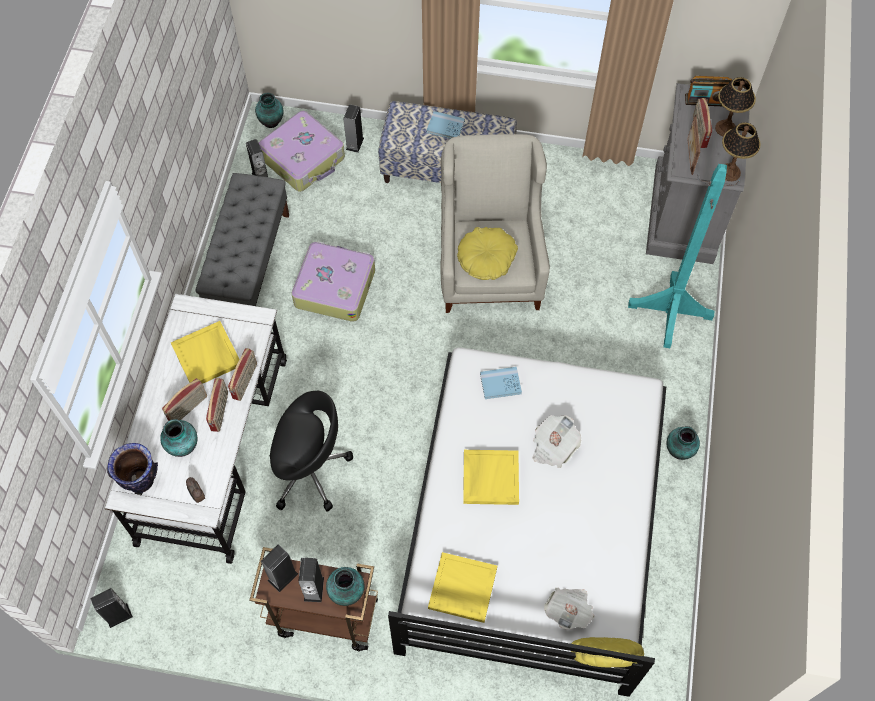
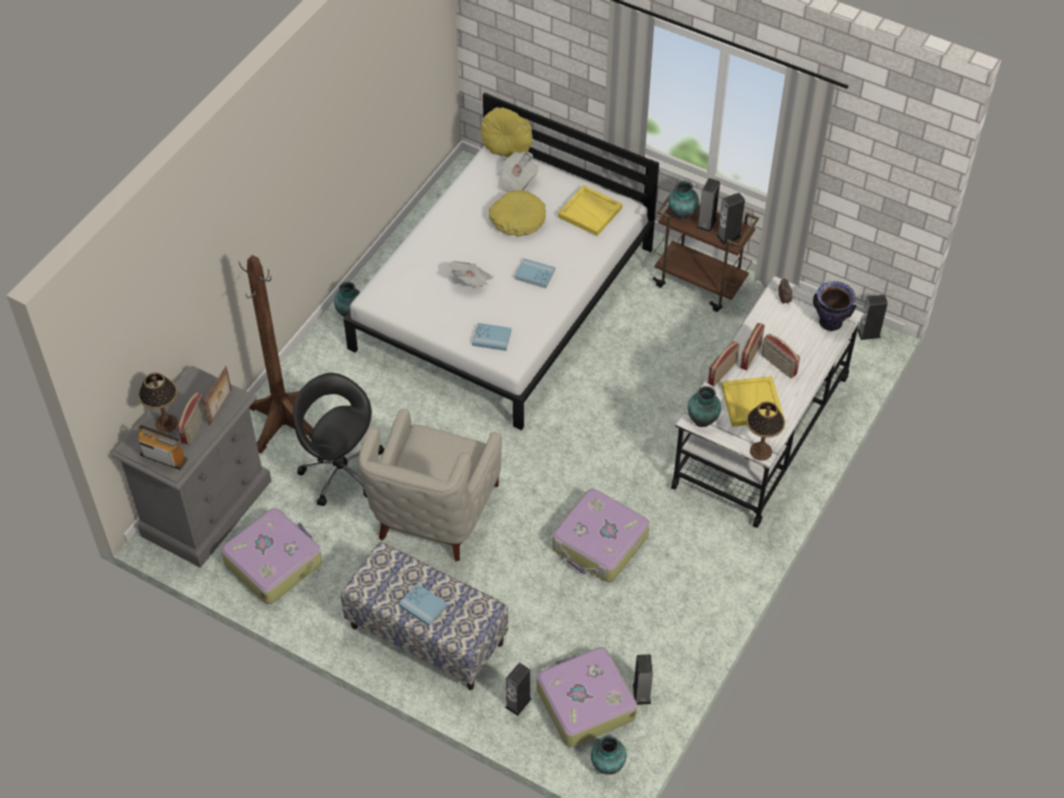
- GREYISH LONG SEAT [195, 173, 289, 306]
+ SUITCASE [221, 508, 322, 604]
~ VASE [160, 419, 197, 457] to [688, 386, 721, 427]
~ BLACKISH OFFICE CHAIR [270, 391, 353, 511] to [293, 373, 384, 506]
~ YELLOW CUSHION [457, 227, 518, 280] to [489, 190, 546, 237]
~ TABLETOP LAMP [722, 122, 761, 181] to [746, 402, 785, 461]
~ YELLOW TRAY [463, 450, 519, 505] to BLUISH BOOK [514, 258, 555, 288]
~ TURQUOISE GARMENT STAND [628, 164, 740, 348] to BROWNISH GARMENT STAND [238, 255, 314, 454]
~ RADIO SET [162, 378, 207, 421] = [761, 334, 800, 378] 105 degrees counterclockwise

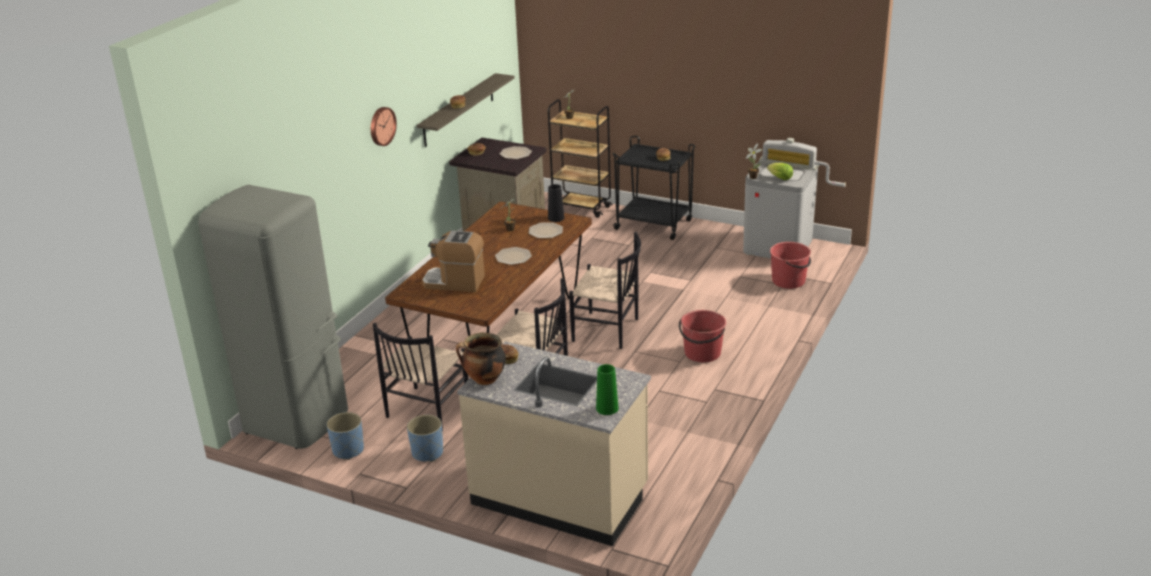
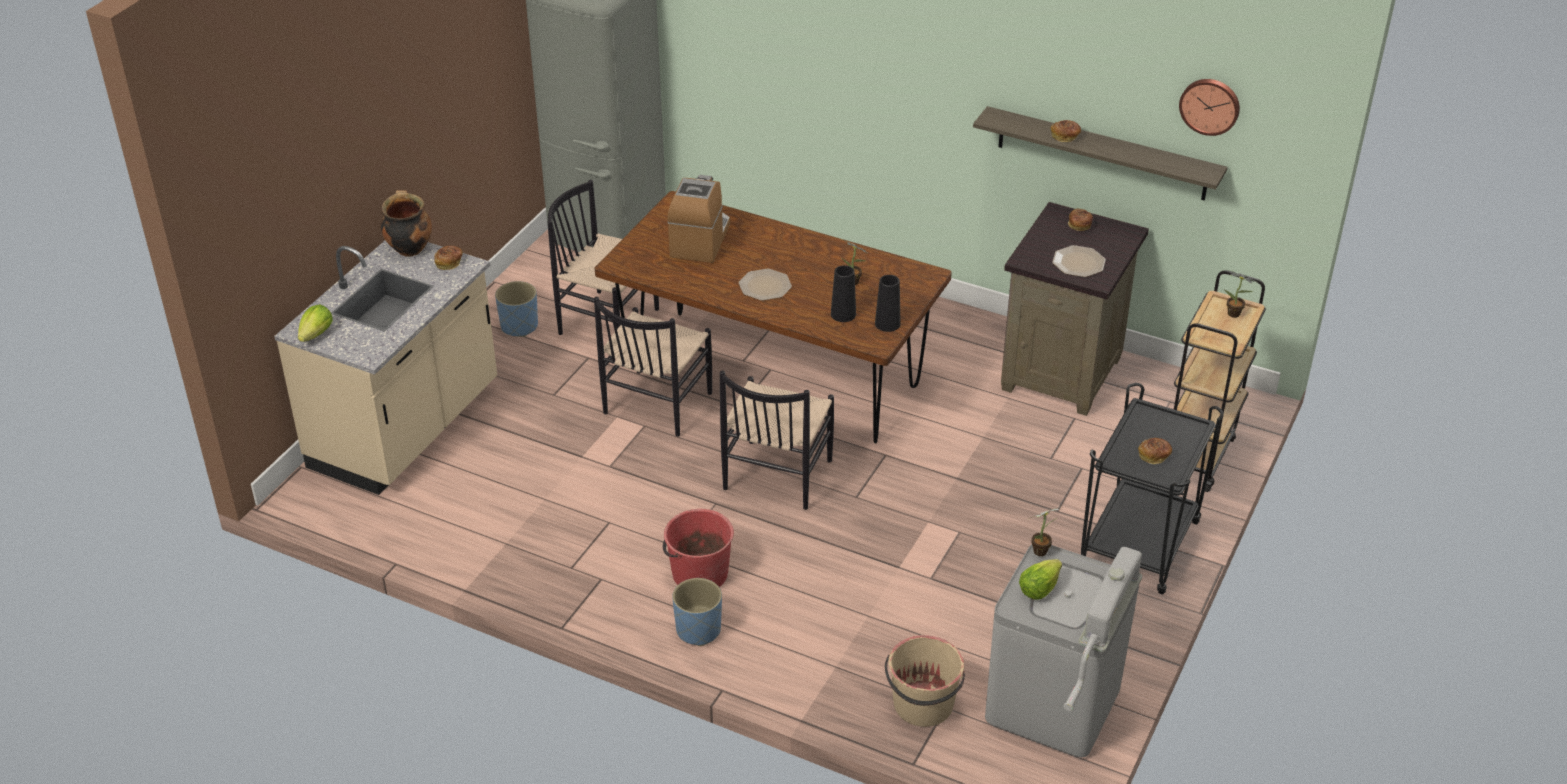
~ BLUISH PLANTER [327, 412, 364, 460] to [672, 578, 722, 646]
~ WALL CLOCK [371, 107, 397, 146] to [1179, 79, 1240, 136]
~ FLAT DISH [529, 222, 563, 238] to BLACKISH VASE [831, 265, 856, 322]
~ GREEN VASE [596, 364, 618, 415] to HEAD OF LETTUCE [298, 304, 333, 342]
~ RED WATER BUCKET [770, 242, 811, 289] to SAND-COLOURED WATER BUCKET [885, 635, 965, 727]

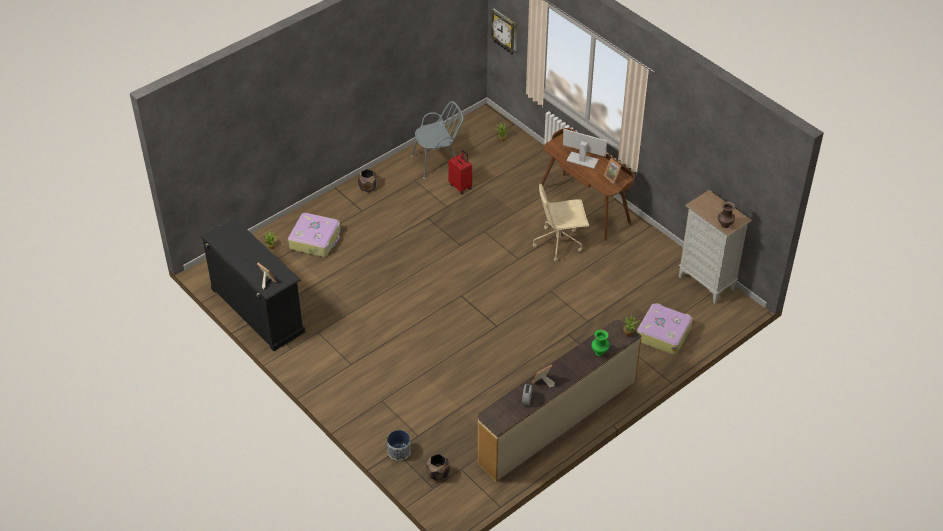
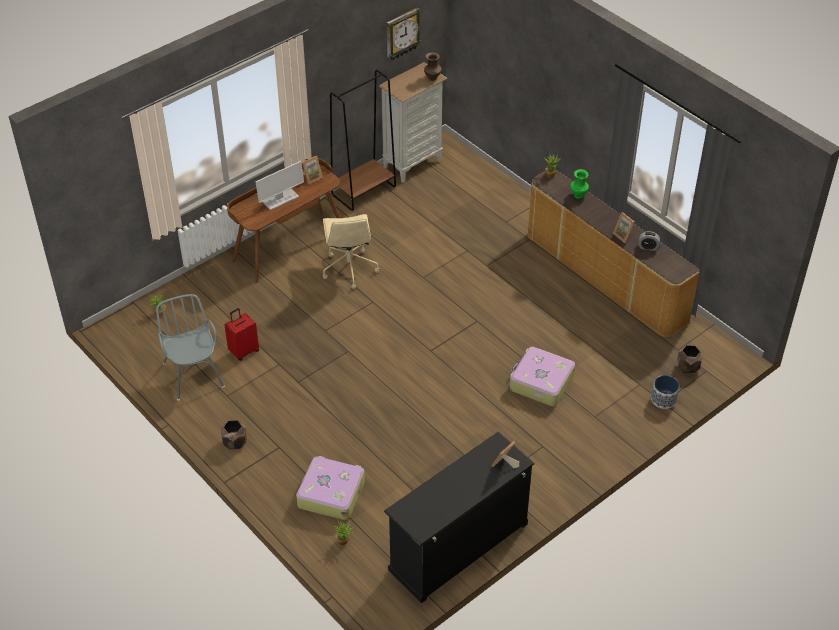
+ GARMENT STAND [330, 70, 396, 211]
~ WALL CLOCK [491, 8, 517, 54] to [387, 7, 421, 60]
~ SUITCASE [637, 303, 693, 355] to [510, 347, 575, 406]
~ COMPUTER SCREEN [563, 129, 607, 169] = [255, 161, 304, 210] 150 degrees counterclockwise

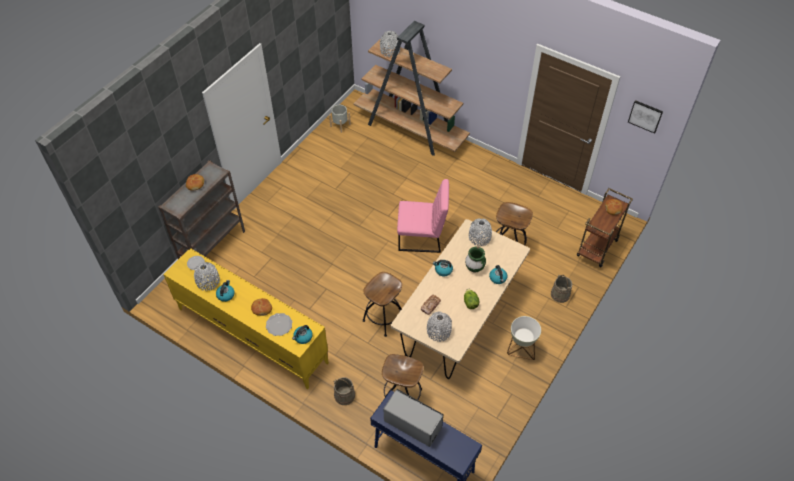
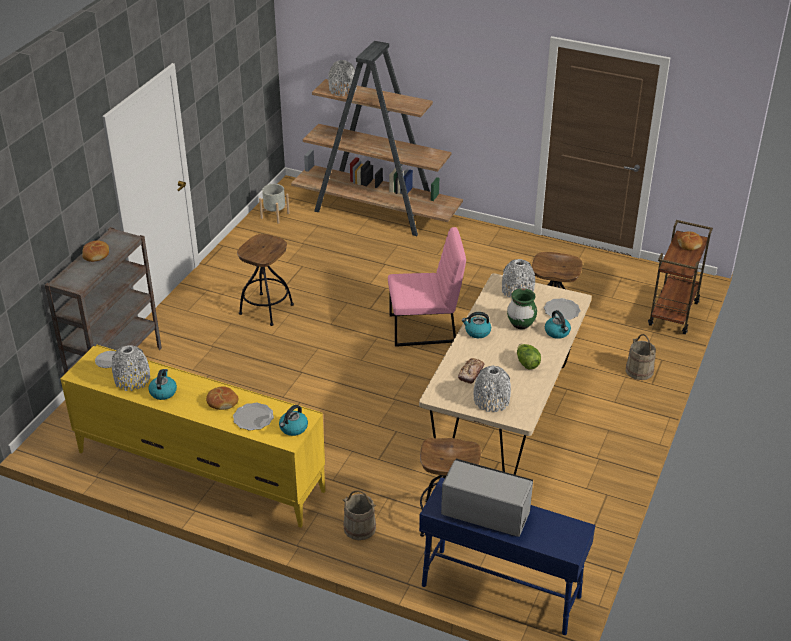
- PLANTER [507, 316, 541, 360]
- WALL ART [628, 100, 663, 134]
+ FLAT DISH [544, 298, 581, 320]
~ BROWNISH SITTING STOOL [363, 272, 402, 337] to [237, 234, 294, 326]

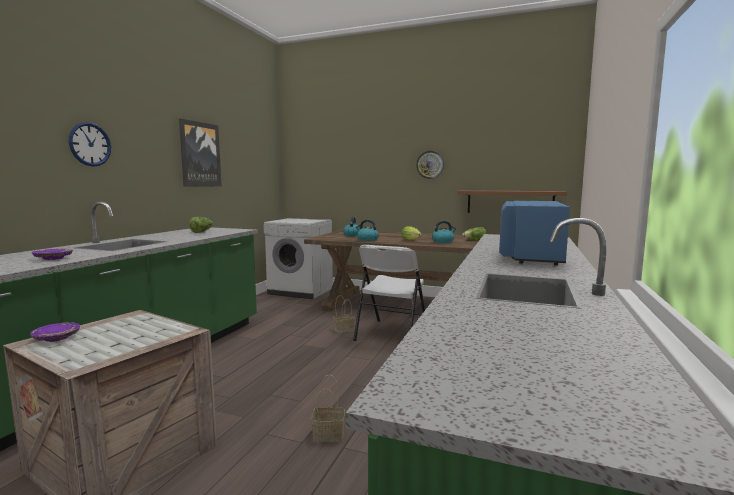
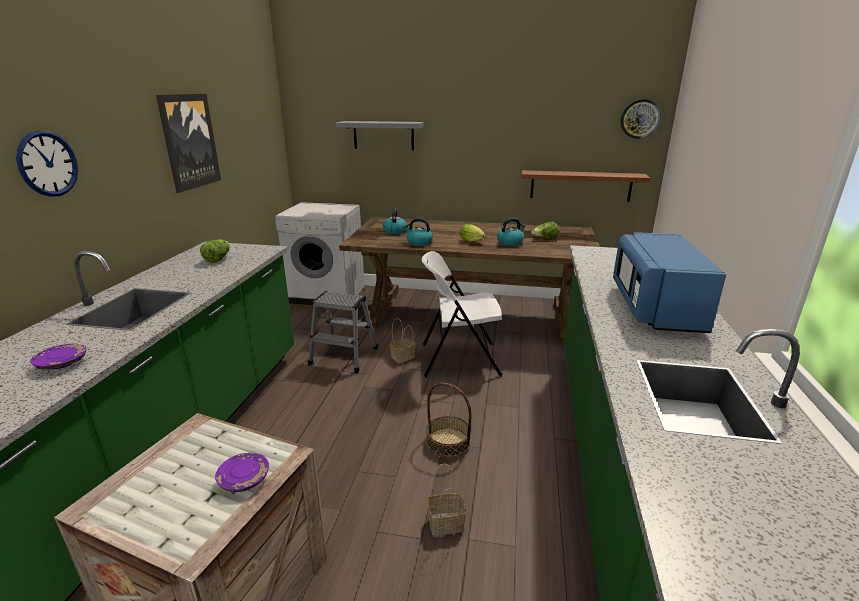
+ GREYISH STEP LADDER [308, 291, 378, 374]
+ GREYISH SHELF [335, 121, 424, 150]
+ STORAGE BASKET [426, 383, 471, 457]
~ PURPLE FLAT DISH [30, 322, 80, 342] to [215, 453, 269, 492]
~ WALL CLOCK [416, 151, 444, 179] to [620, 99, 661, 139]
~ WHITE UPRIGHT CHAIR [353, 245, 425, 341] = [422, 251, 502, 378] 75 degrees clockwise

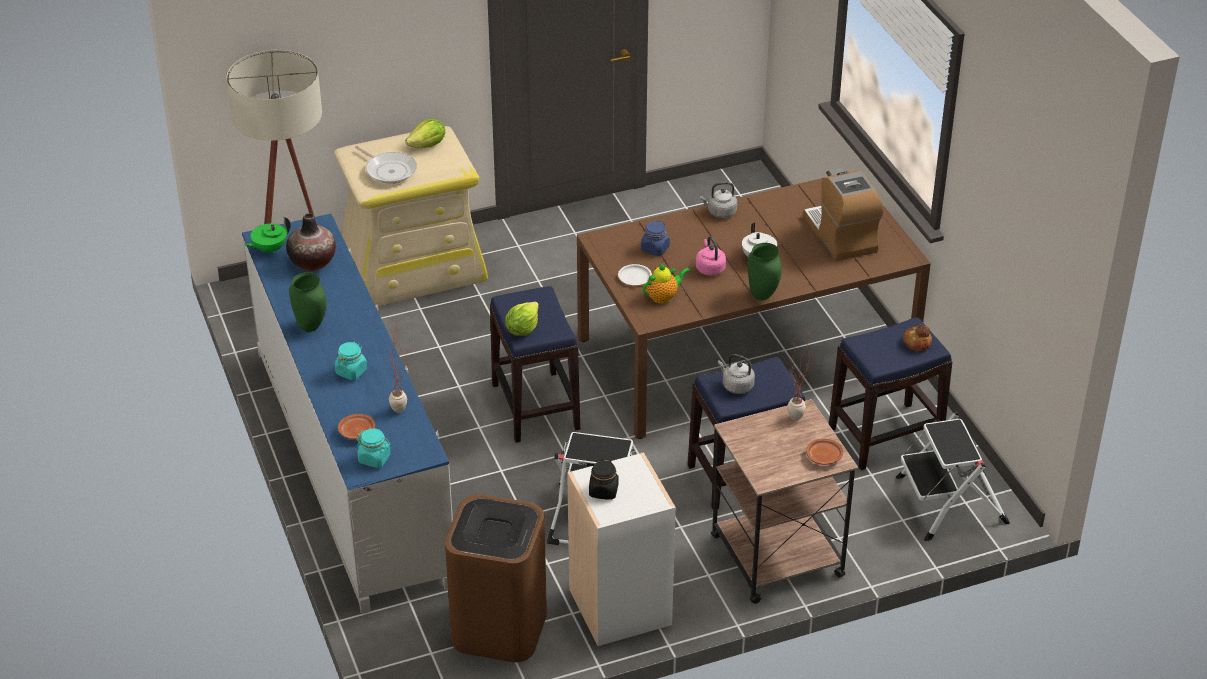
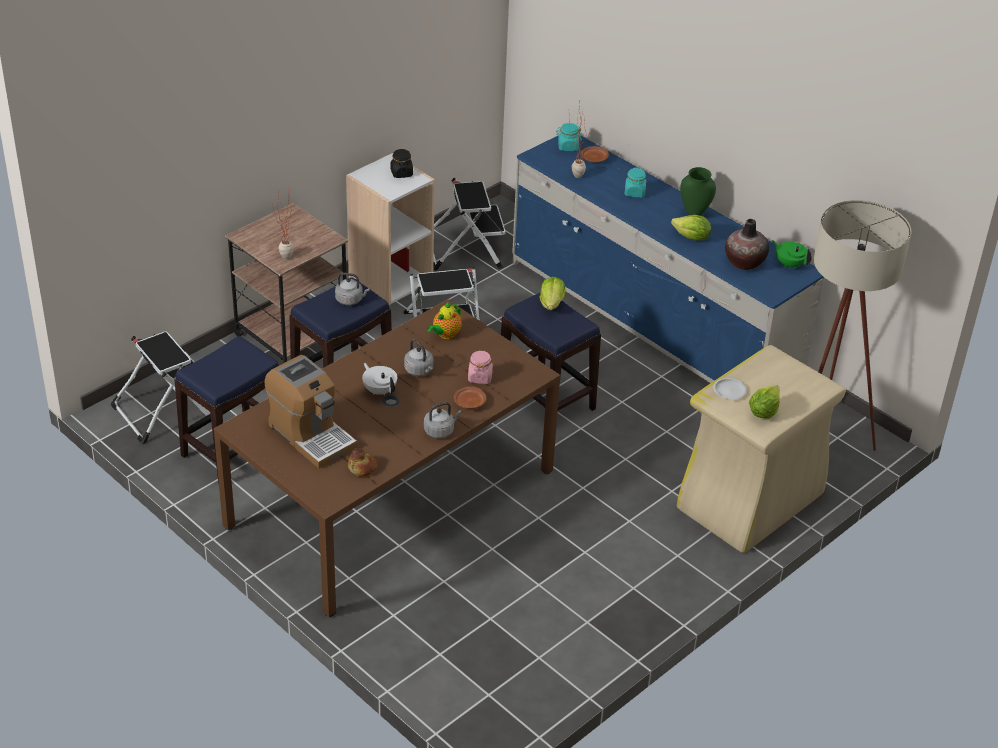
- SKILLET [355, 146, 417, 184]
- GREEN VASE [748, 243, 782, 300]
+ HEAD OF LETTUCE [671, 215, 711, 241]
~ WHITE FLAT DISH [618, 264, 652, 285] to [713, 378, 747, 399]
~ BROWNISH FLAT DISH [806, 439, 843, 465] to [454, 386, 487, 409]
~ BAKED BREAD [903, 324, 932, 351] to [348, 448, 377, 477]
~ BROWNISH RUBBISH BIN [445, 495, 547, 662] to STEP LADDER [433, 178, 505, 271]
~ BLUISH STORAGE JAR [641, 220, 670, 256] to PINK STORAGE JAR [468, 350, 493, 384]
~ PINK KETTLE [696, 236, 726, 276] to GREYISH KETTLE [404, 339, 434, 376]
~ GREEN TEA POT [244, 217, 291, 253] = [772, 240, 812, 268] 75 degrees counterclockwise

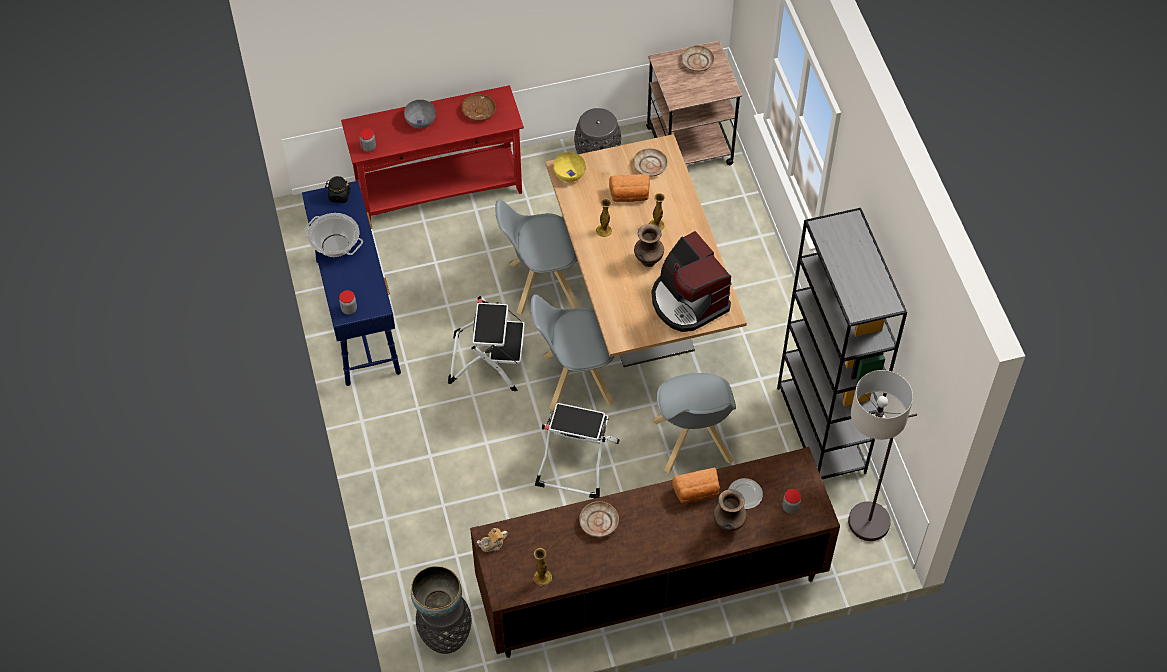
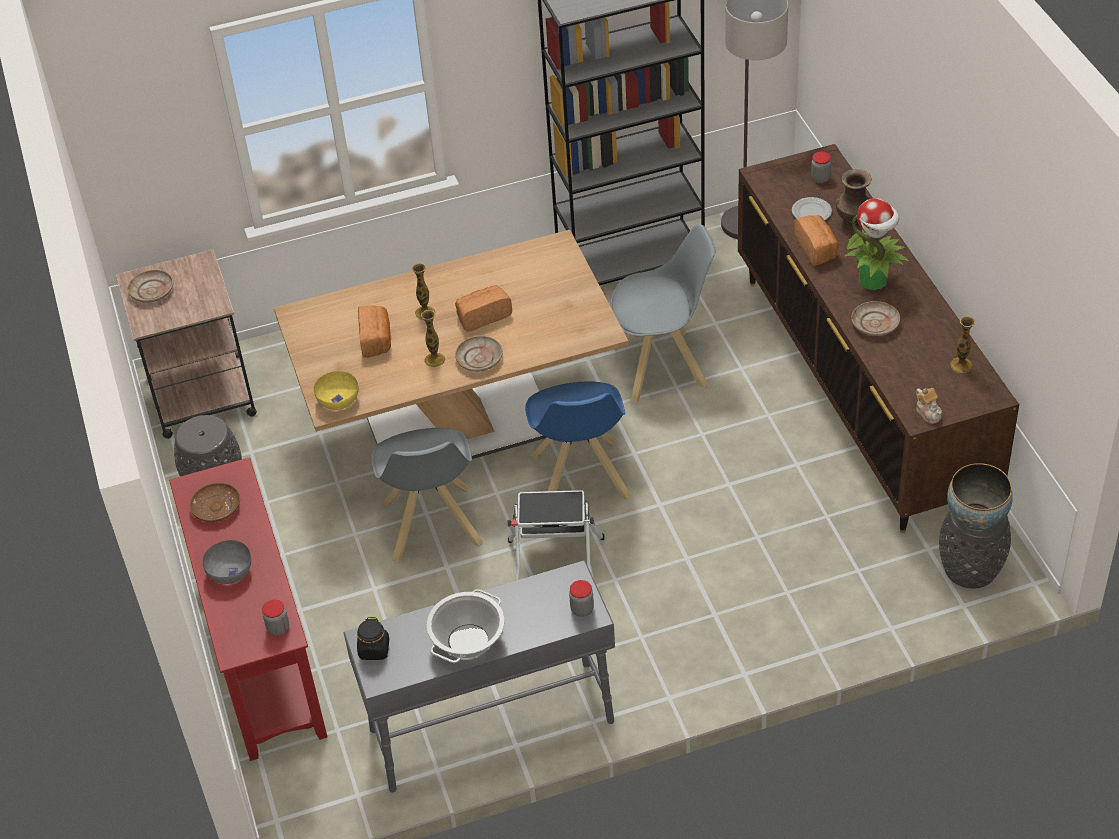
- STEP LADDER [535, 403, 620, 499]
- COFFEE MACHINE [651, 231, 731, 332]
+ PLANT IN A POT [844, 198, 909, 290]
~ SAND-COLOURED FLAT DISH [633, 148, 668, 177] to [455, 336, 503, 372]
~ BROWNISH VASE [634, 224, 664, 267] to BAKED BREAD [455, 285, 512, 332]
~ BLUISH CONSOLE TABLE [302, 181, 401, 386] to GREYISH CONSOLE TABLE [344, 561, 615, 792]
~ GREYISH UPRIGHT CHAIR [531, 294, 615, 411] to BLUISH UPRIGHT CHAIR [525, 381, 631, 500]

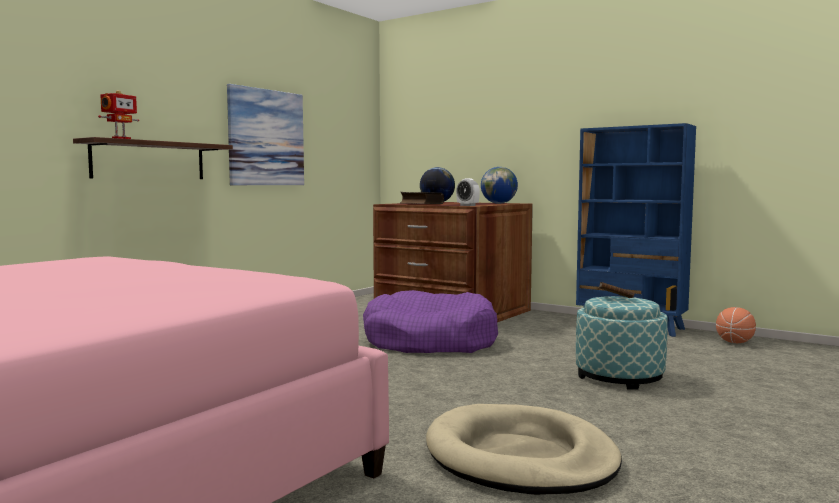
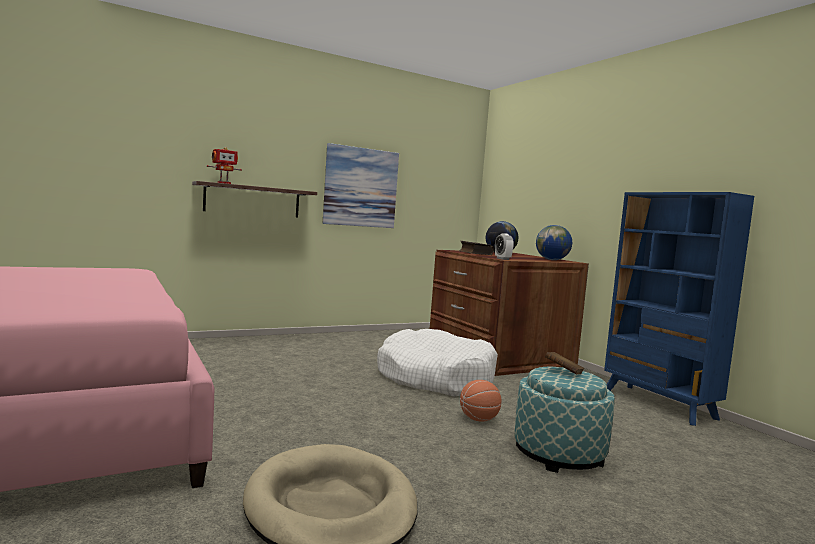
~ BALL FOR BASKETBALL [716, 307, 756, 343] to [460, 380, 502, 422]
~ PURPLE PET BED [363, 290, 498, 353] to WHITE PET BED [377, 329, 498, 397]

